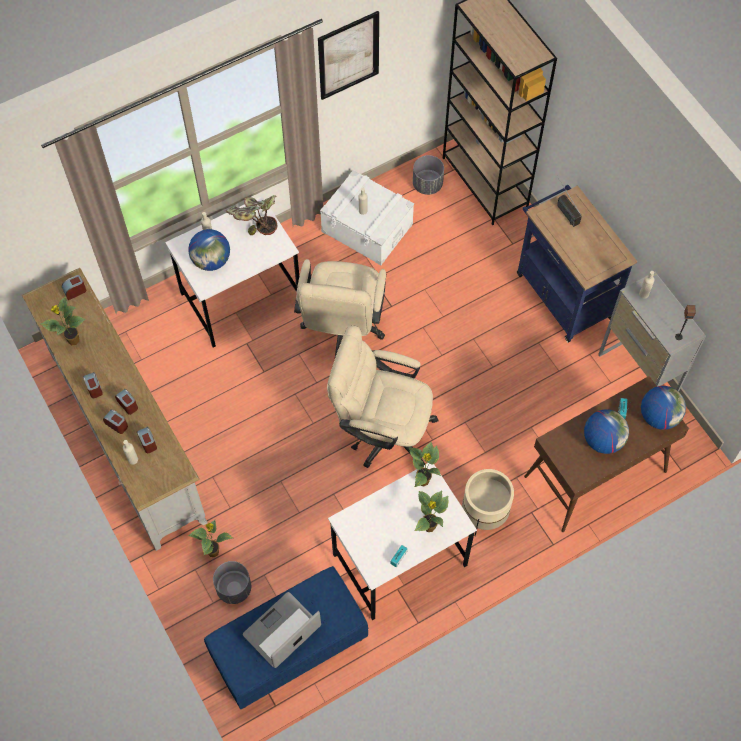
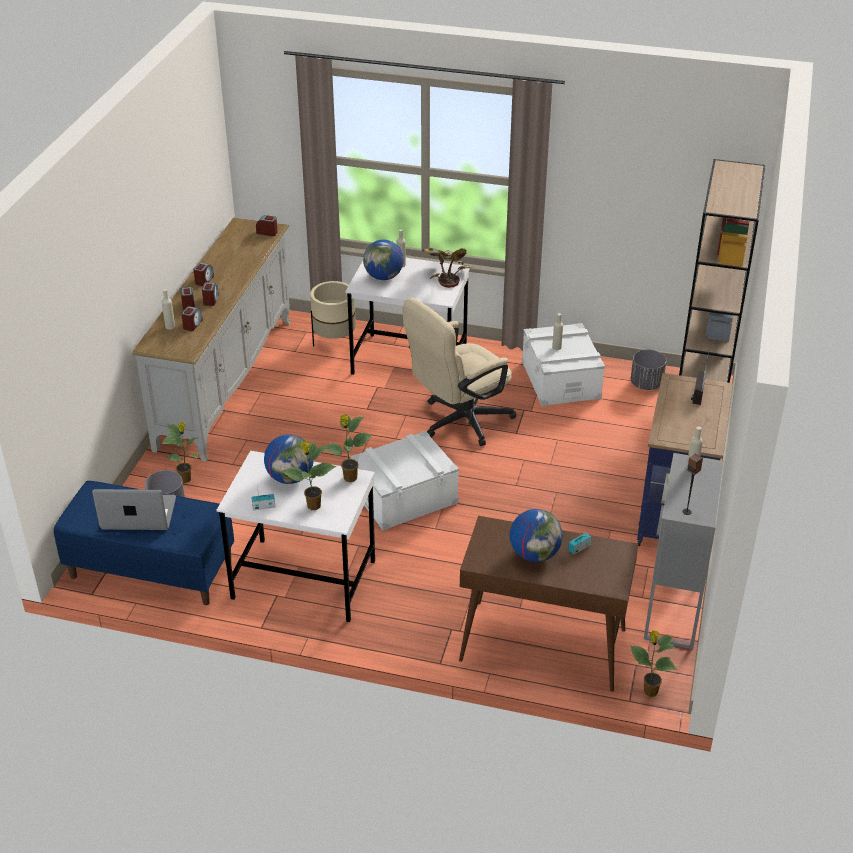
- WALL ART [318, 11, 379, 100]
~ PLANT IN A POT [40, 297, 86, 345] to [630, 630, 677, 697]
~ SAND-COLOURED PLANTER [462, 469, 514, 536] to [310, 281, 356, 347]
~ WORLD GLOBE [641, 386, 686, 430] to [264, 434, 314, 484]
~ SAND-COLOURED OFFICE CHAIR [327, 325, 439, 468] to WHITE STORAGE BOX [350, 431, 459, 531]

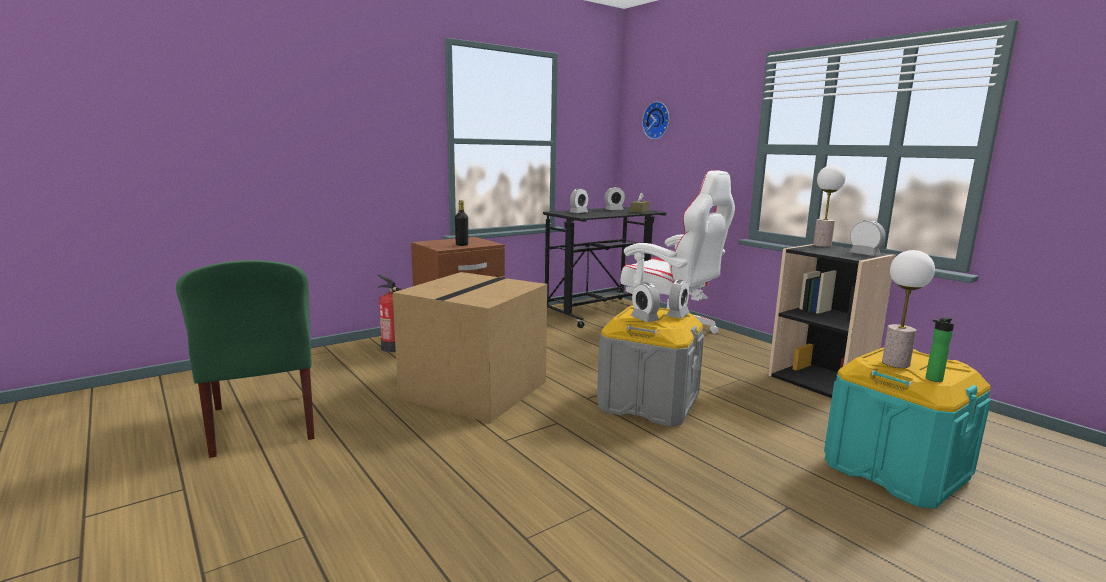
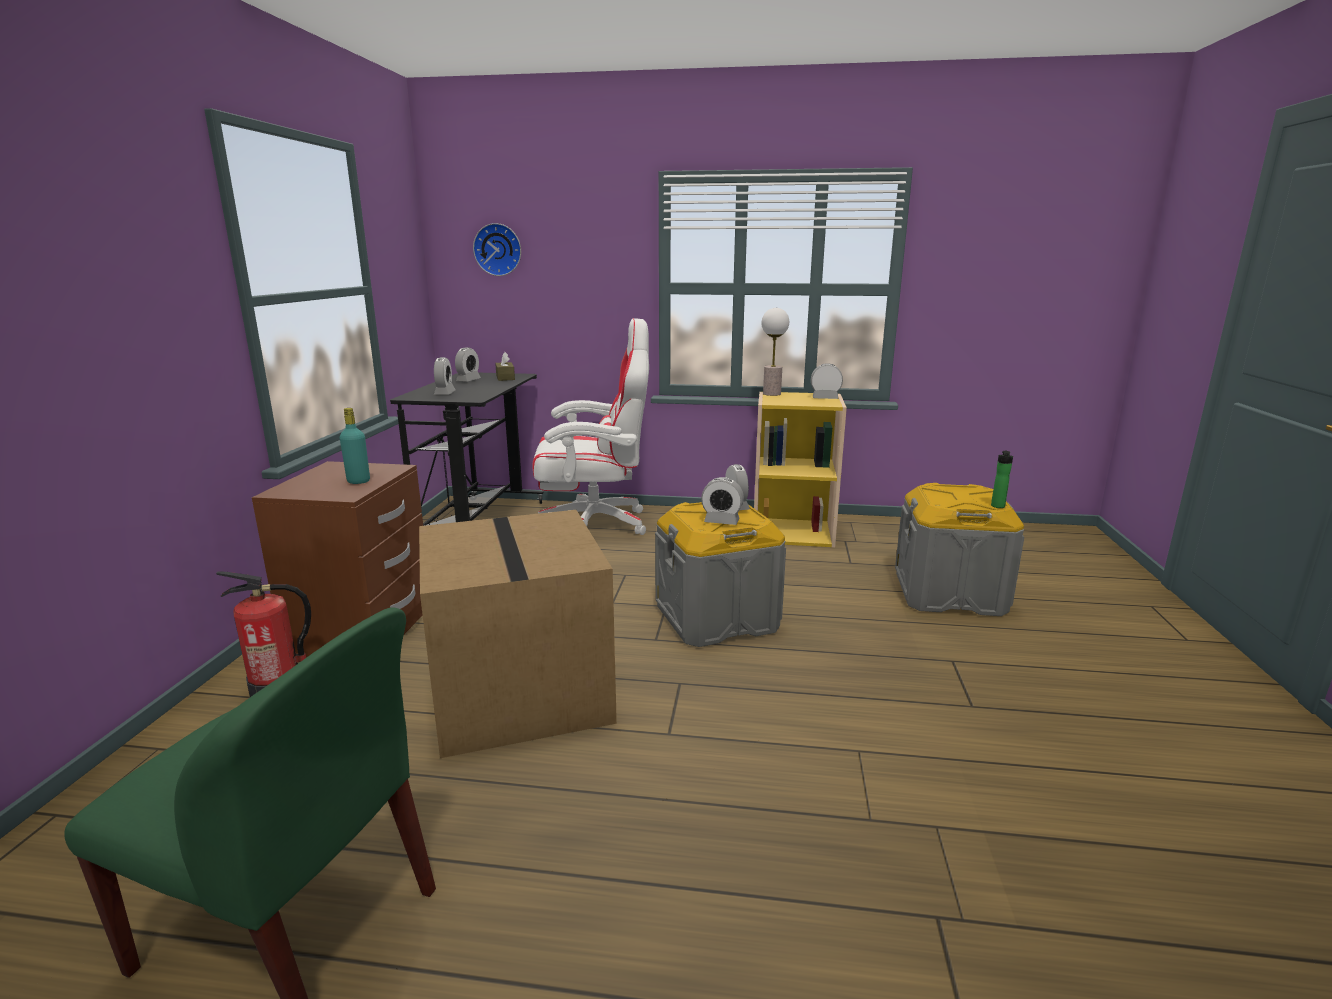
- TABLETOP LAMP [882, 250, 935, 368]
~ BLACKISH BEVERAGE BOTTLE [455, 200, 468, 246] to TURQUOISE BEVERAGE BOTTLE [340, 408, 370, 484]
~ BLACKISH BOOKSHELF [768, 244, 896, 398] to YELLOW BOOKSHELF [754, 392, 847, 547]
~ TURQUOISE STORAGE BOX [824, 347, 991, 509] to GREYISH STORAGE BOX [895, 483, 1024, 616]

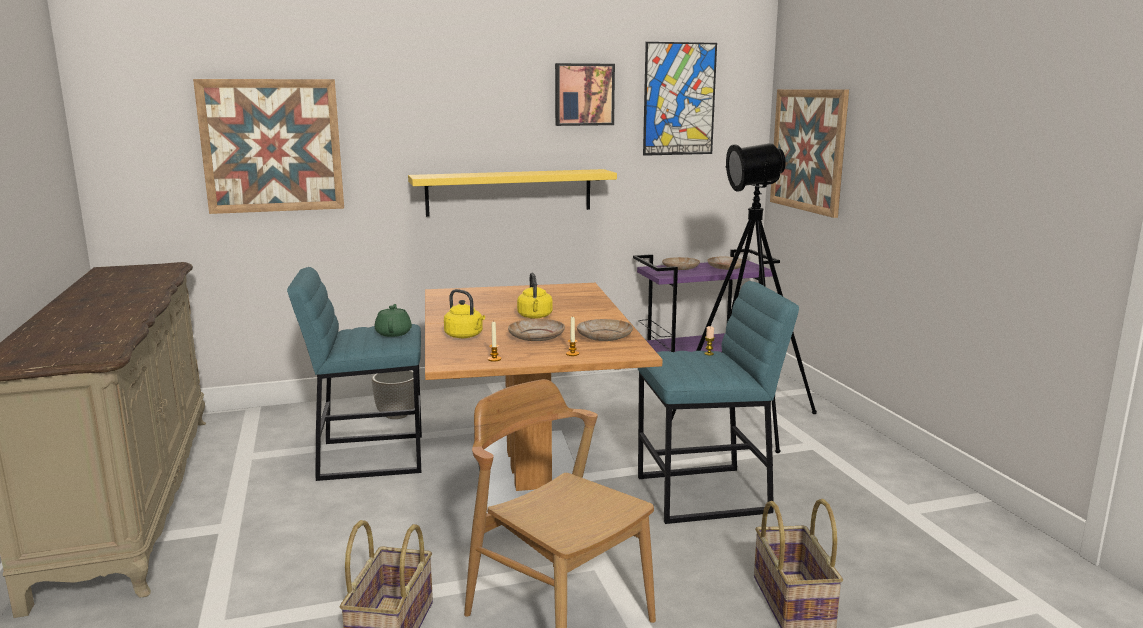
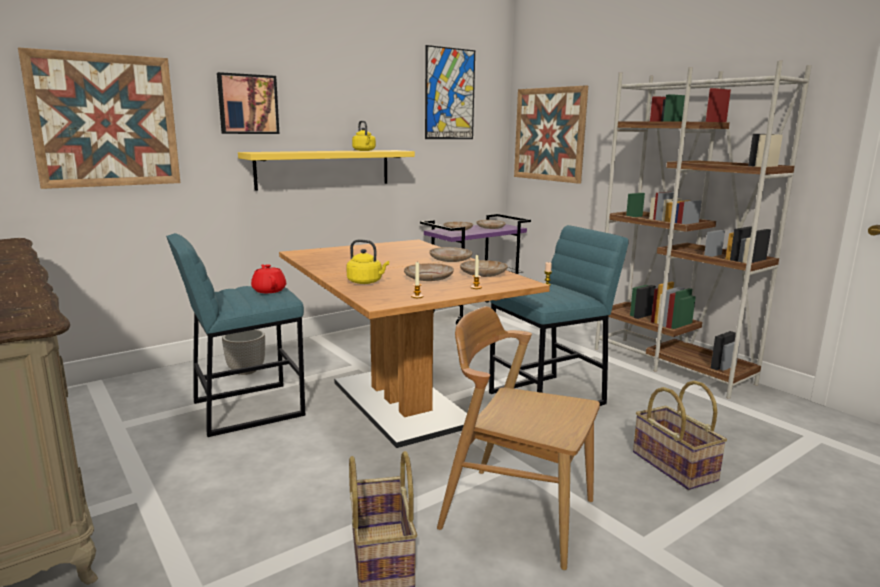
- BLACKISH STANDING LAMP [672, 143, 817, 453]
+ SAND-COLOURED FLAT DISH [429, 247, 472, 262]
+ BROWNISH BOOKSHELF [595, 61, 812, 399]
~ YELLOW KETTLE [517, 273, 552, 319] to [352, 121, 376, 151]
~ WALL ART [555, 63, 615, 126] to [217, 72, 279, 134]
~ GREEN TEA POT [375, 304, 412, 337] to RED TEA POT [251, 264, 286, 293]

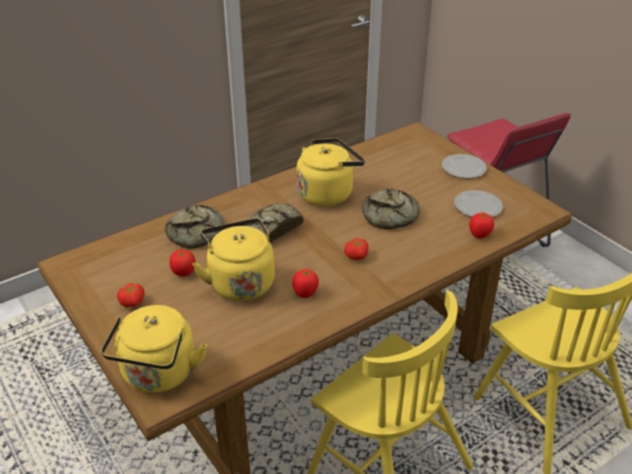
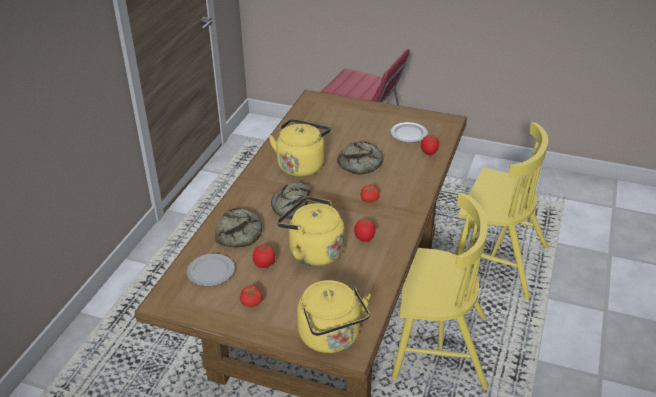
~ FLAT DISH [442, 154, 487, 178] to [187, 254, 235, 286]

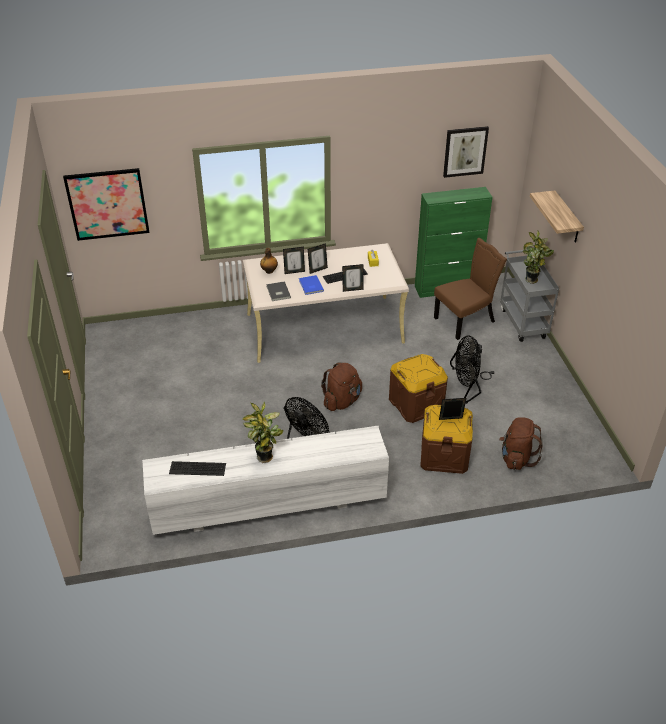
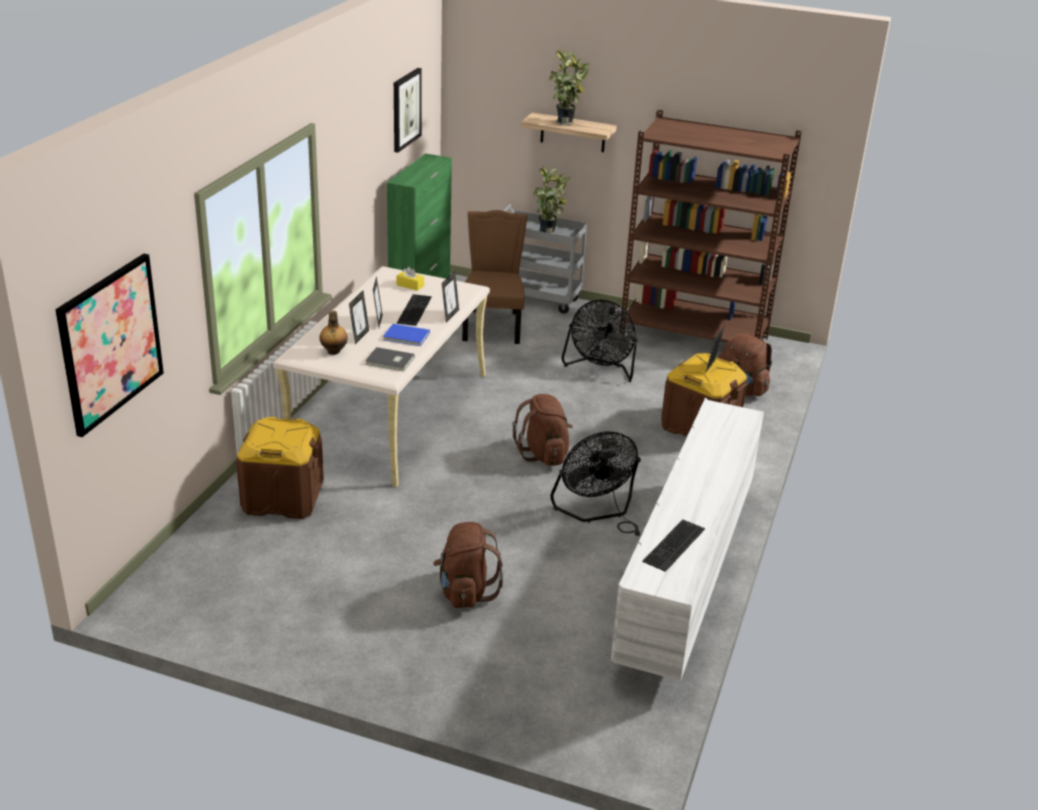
+ BROWNISH BACKPACK [433, 522, 503, 608]
+ BROWNISH BOOKSHELF [620, 110, 802, 343]
~ PLANT IN A POT [243, 402, 283, 463] to [549, 48, 590, 126]
~ BROWNISH STORAGE BOX [389, 354, 448, 423] to [236, 416, 324, 519]

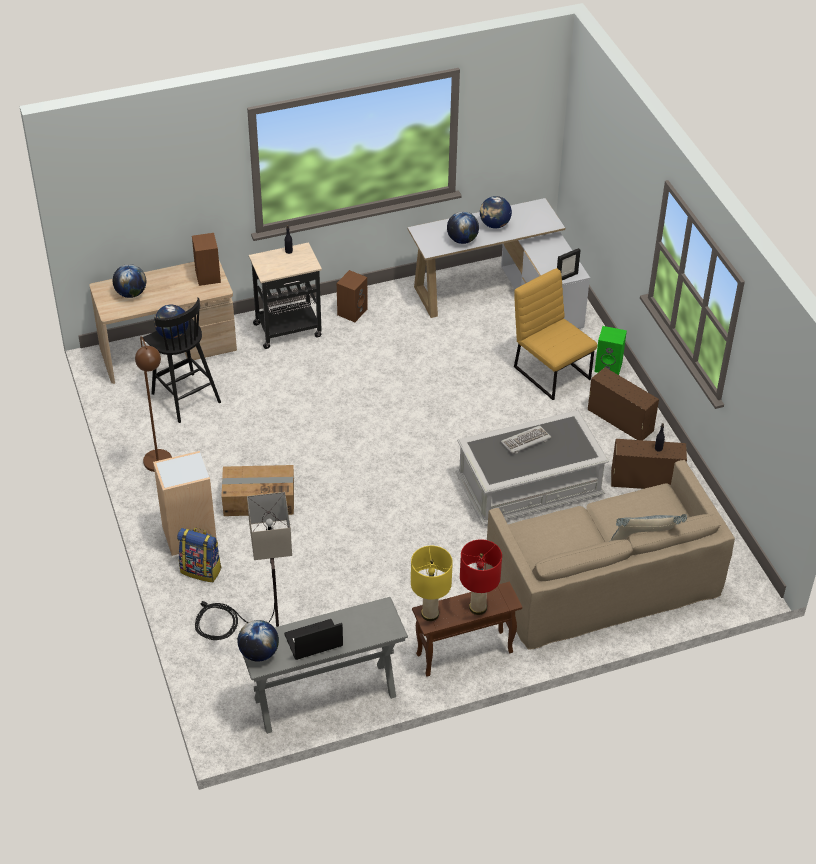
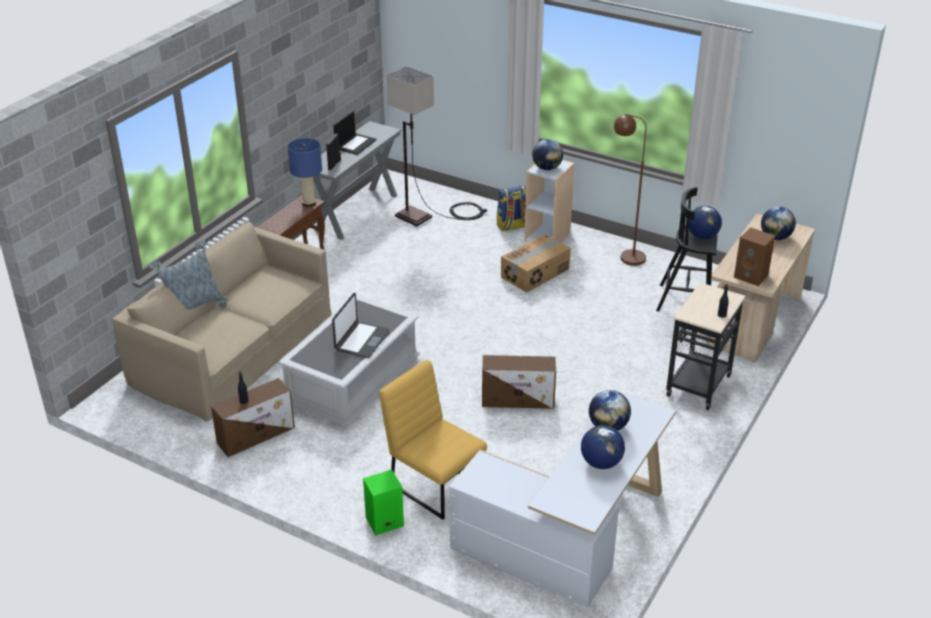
- BROWNISH SPEAKER [337, 270, 368, 322]
- RED TABLETOP LAMP [460, 539, 502, 615]
~ WORLD GLOBE [238, 620, 279, 662] to [532, 139, 563, 170]
~ PHOTO FRAME [557, 248, 581, 280] to [326, 133, 341, 170]
~ BROWNISH STORAGE BOX [588, 367, 659, 440] to [482, 355, 556, 409]
~ KEYBOARD [501, 425, 551, 454] to PORTABLE COMPUTER [332, 293, 390, 358]
~ YELLOW TABLETOP LAMP [411, 546, 453, 621] to BLUISH TABLETOP LAMP [288, 138, 322, 207]
~ YELLOW UPRIGHT CHAIR [514, 268, 597, 400] = [379, 360, 487, 520] 150 degrees counterclockwise

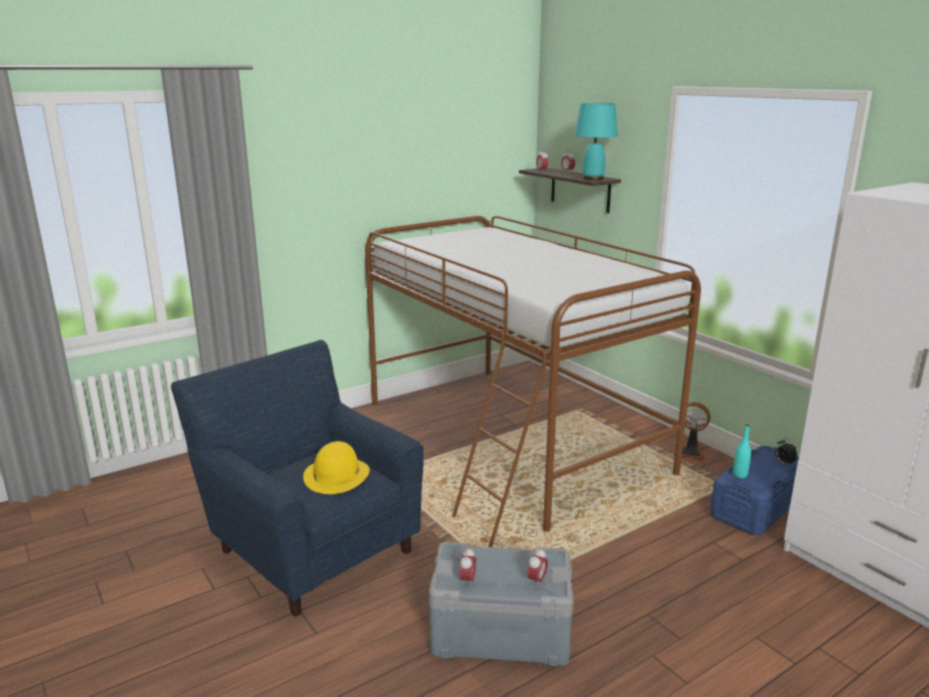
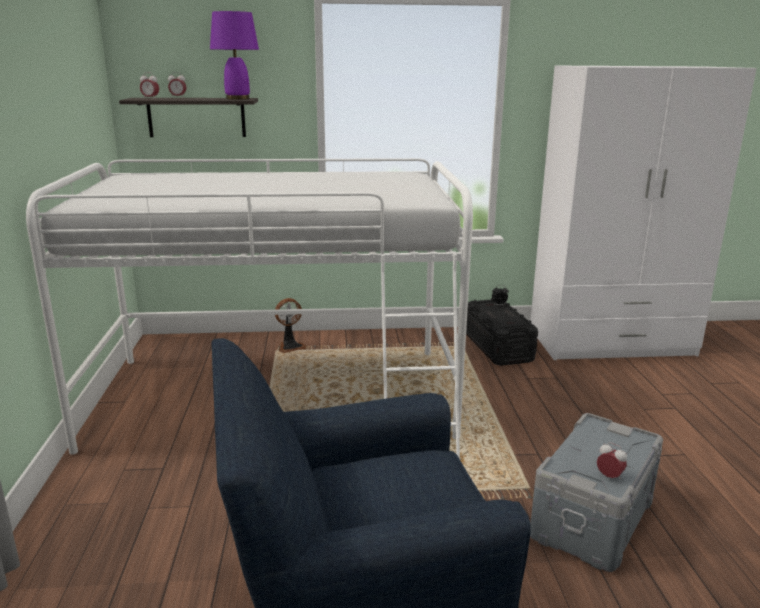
- YELLOW WEARABLE HAT [303, 441, 370, 494]
- ALARM CLOCK [527, 548, 548, 585]
- TURQUOISE BEVERAGE BOTTLE [733, 424, 751, 478]
~ COOLING FAN [673, 402, 710, 461] to [275, 298, 307, 353]
~ BROWNISH SLEEPING BED [365, 216, 701, 548] to WHITE SLEEPING BED [26, 158, 473, 459]
~ TURQUOISE TABLETOP LAMP [574, 103, 618, 181] to PURPLE TABLETOP LAMP [210, 11, 259, 100]
~ BLUISH STORAGE BOX [710, 446, 799, 535] to BLACKISH STORAGE BOX [466, 298, 538, 366]

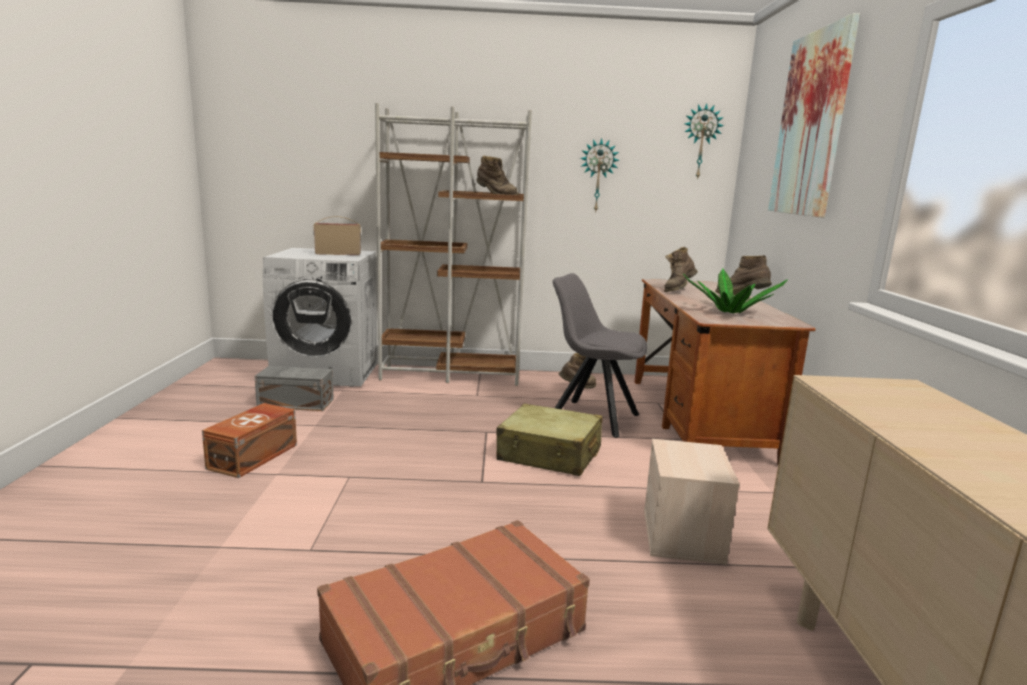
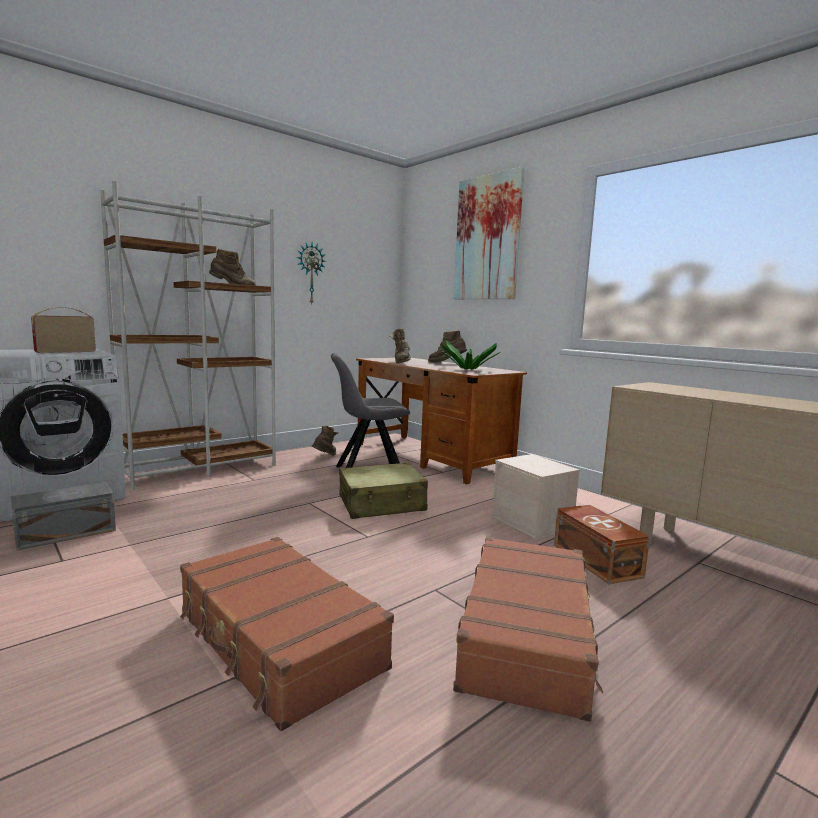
- WALL CLOCK [685, 103, 724, 180]
+ BROWNISH SUITCASE [180, 537, 394, 731]
~ BROWNISH STORAGE BOX [202, 403, 297, 478] to [554, 505, 650, 584]

